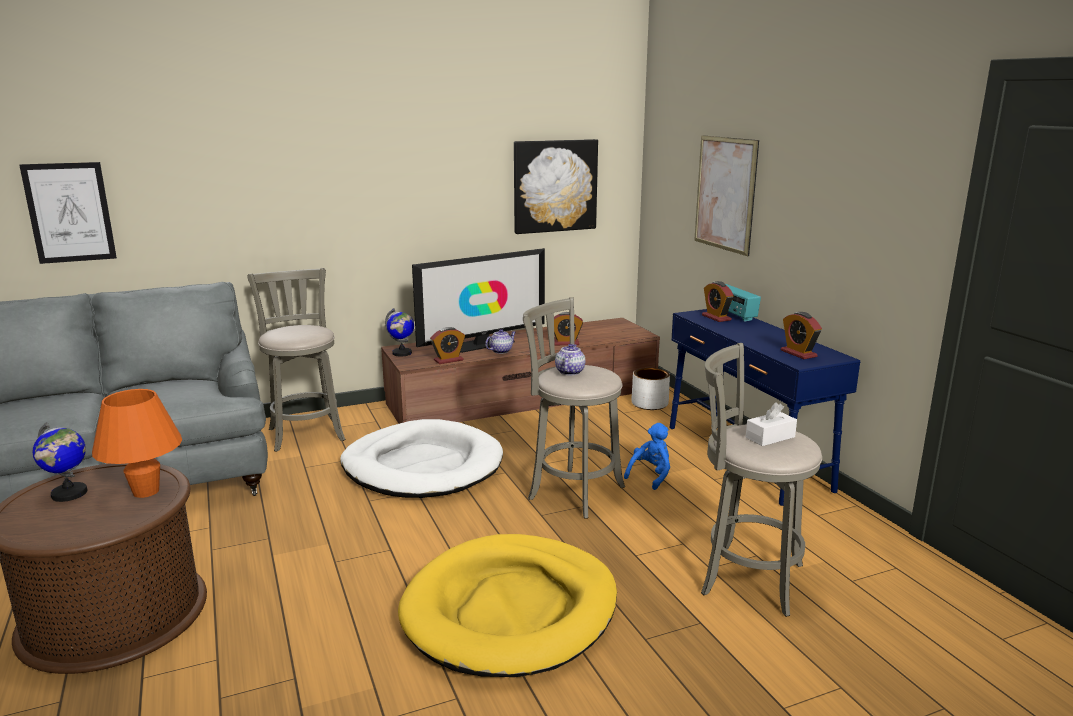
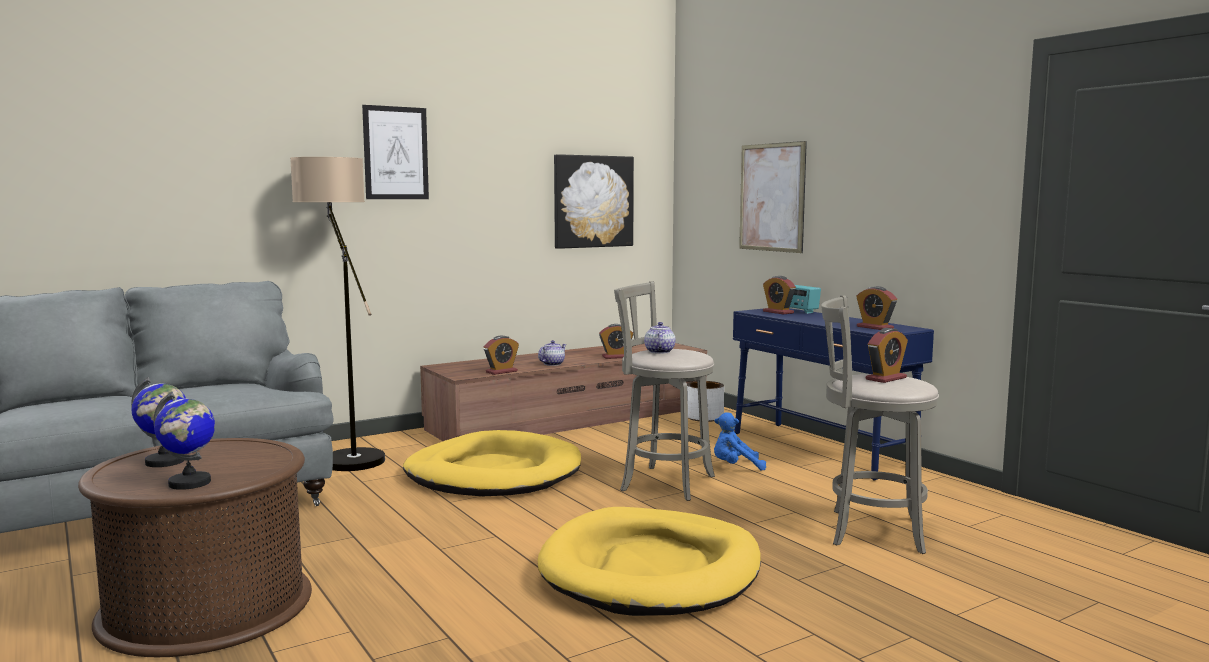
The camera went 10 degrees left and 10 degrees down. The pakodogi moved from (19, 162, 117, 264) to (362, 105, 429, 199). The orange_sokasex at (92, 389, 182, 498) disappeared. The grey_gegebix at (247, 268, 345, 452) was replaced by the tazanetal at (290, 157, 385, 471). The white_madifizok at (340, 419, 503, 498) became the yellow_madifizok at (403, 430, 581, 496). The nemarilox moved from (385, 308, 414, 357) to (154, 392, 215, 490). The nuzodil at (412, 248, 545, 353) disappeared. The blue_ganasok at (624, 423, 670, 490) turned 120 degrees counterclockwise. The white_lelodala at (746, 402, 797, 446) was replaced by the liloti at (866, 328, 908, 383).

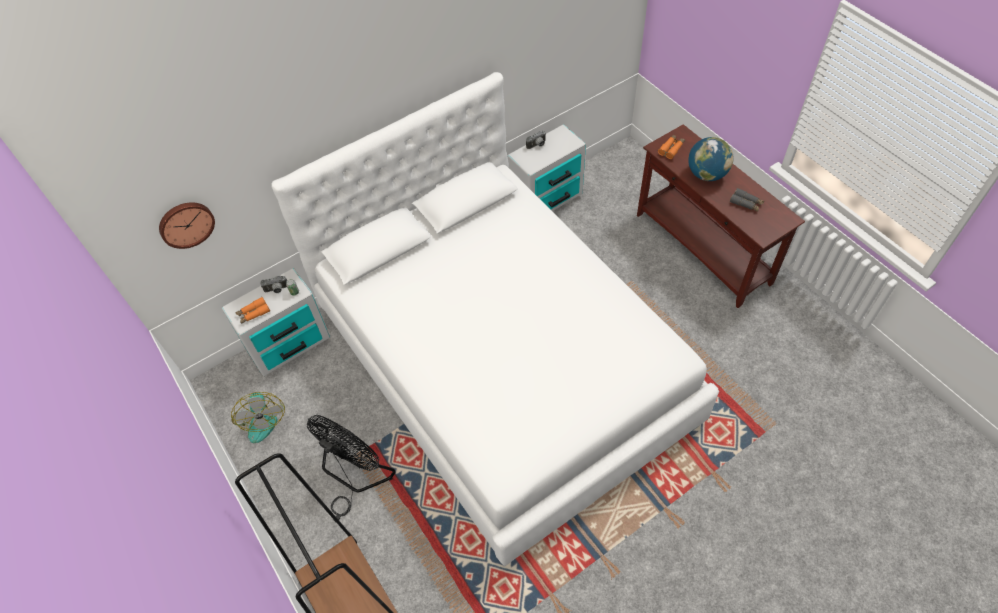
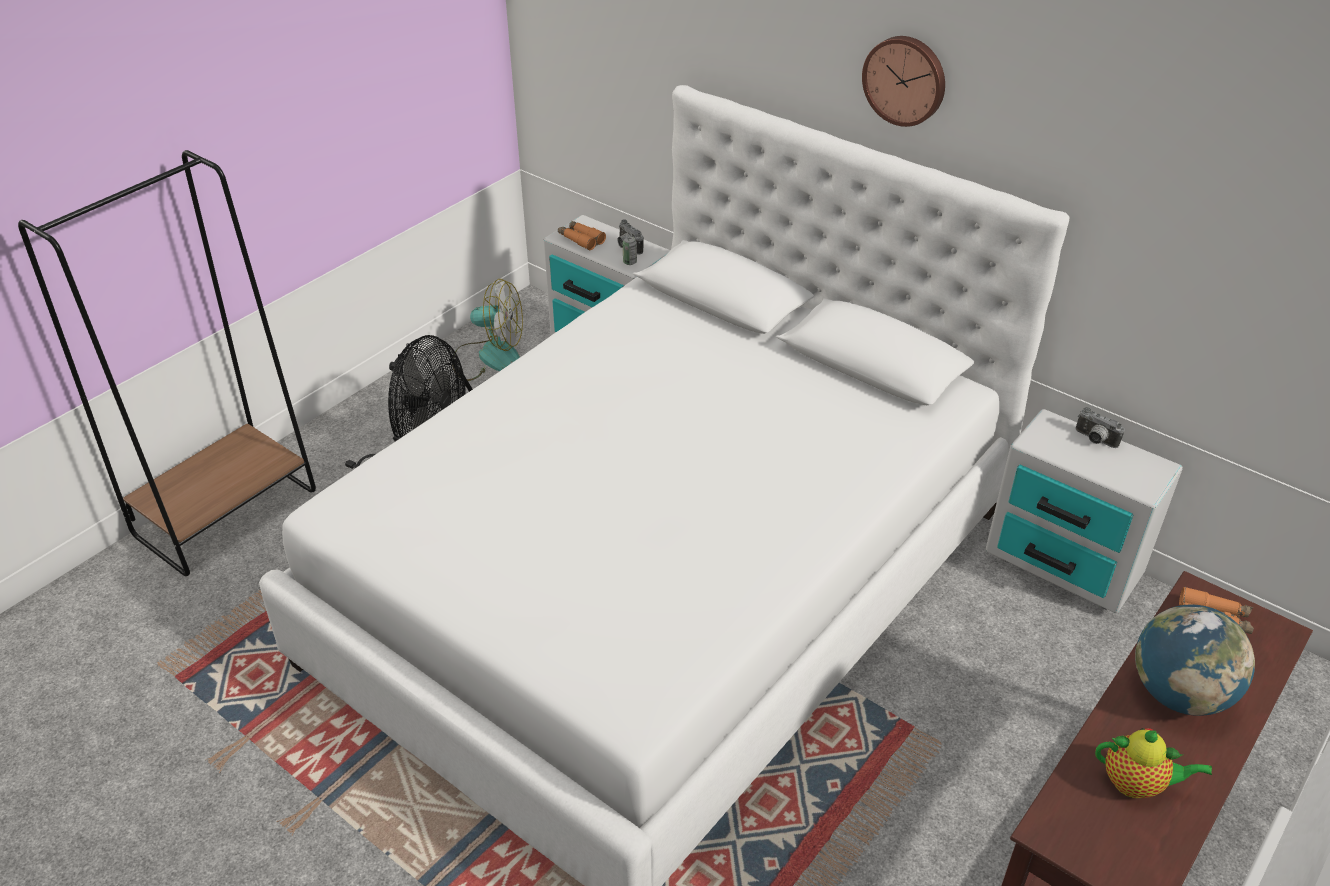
The camera went 70 degrees right and 15 degrees down. The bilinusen moved from (159, 202, 215, 249) to (862, 36, 945, 127). The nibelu at (231, 392, 285, 443) turned 135 degrees counterclockwise. The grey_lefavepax at (730, 188, 764, 212) was replaced by the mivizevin at (1095, 728, 1212, 799).

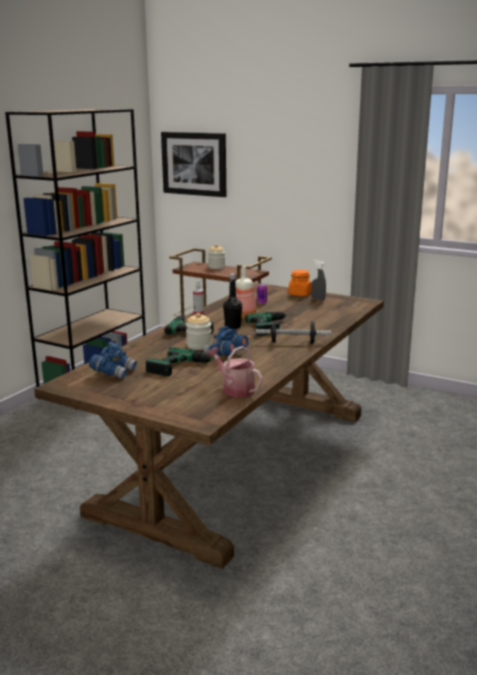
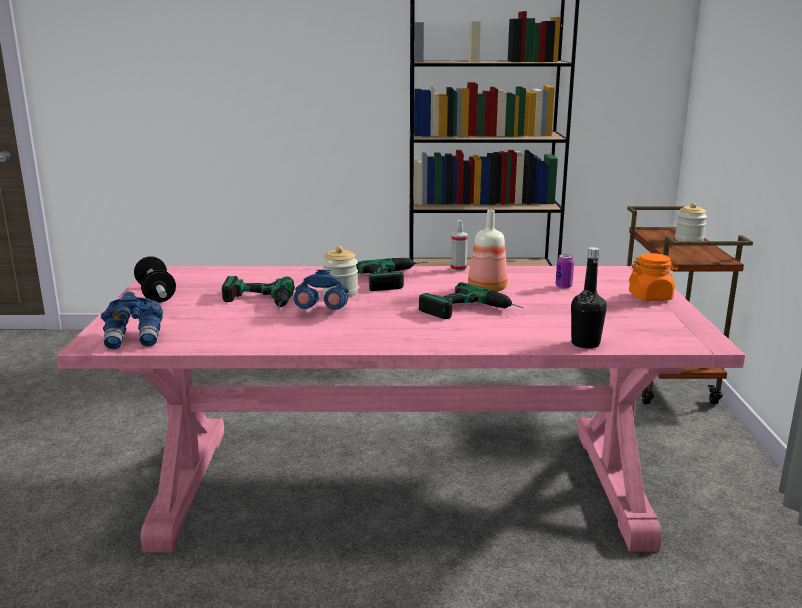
The camera went 60 degrees right and 0 degrees up. The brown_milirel at (34, 283, 384, 569) became the pink_milirel at (57, 266, 745, 552). The blue_lefavepax moved from (89, 342, 137, 379) to (101, 292, 163, 349). The pakodogi at (161, 132, 226, 197) disappeared. The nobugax at (207, 346, 263, 398) disappeared. The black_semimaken moved from (223, 273, 242, 329) to (571, 247, 607, 349). The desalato moved from (256, 320, 331, 344) to (134, 256, 176, 303). The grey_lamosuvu at (311, 260, 326, 301) disappeared.

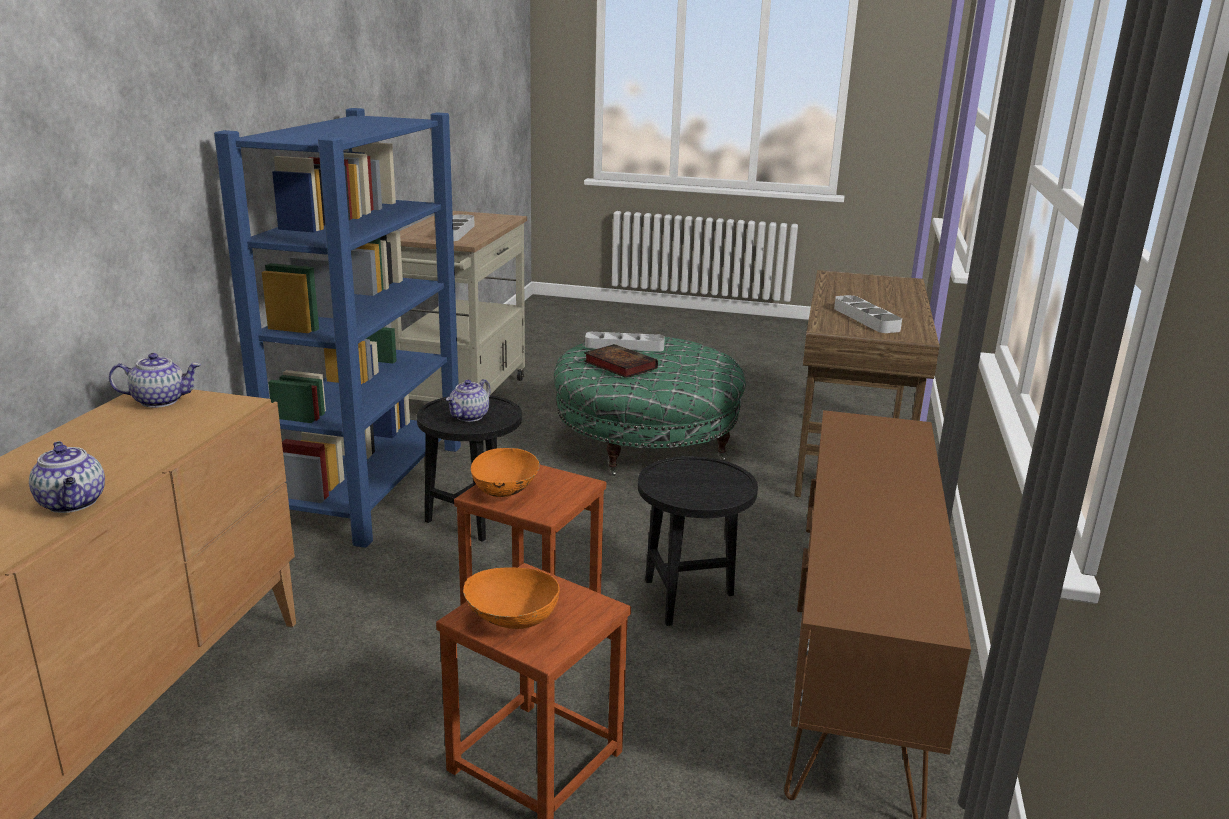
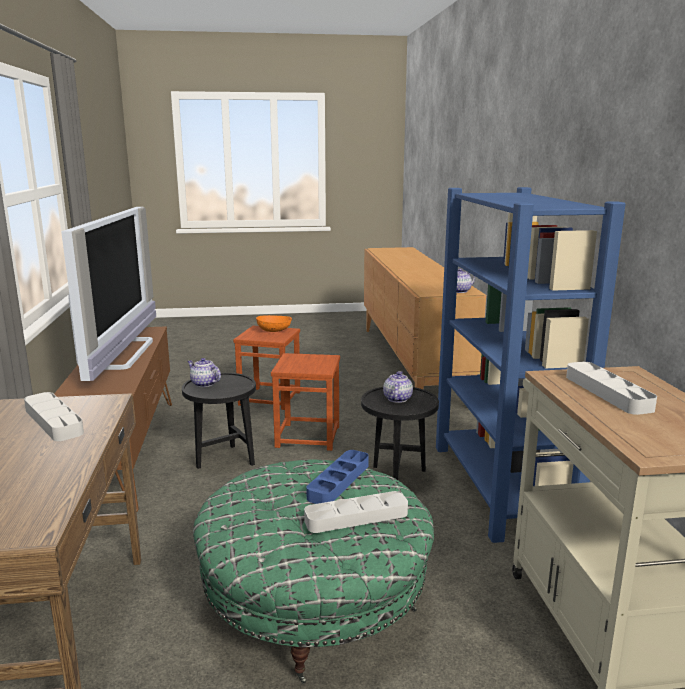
The camera went 160 degrees right and 5 degrees down. The mivizevin moved from (29, 441, 105, 513) to (187, 358, 221, 387). The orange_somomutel at (471, 448, 540, 497) disappeared. The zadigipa at (584, 344, 658, 378) was replaced by the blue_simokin at (306, 450, 369, 504). The nuzodil at (61, 207, 156, 381) appeared.

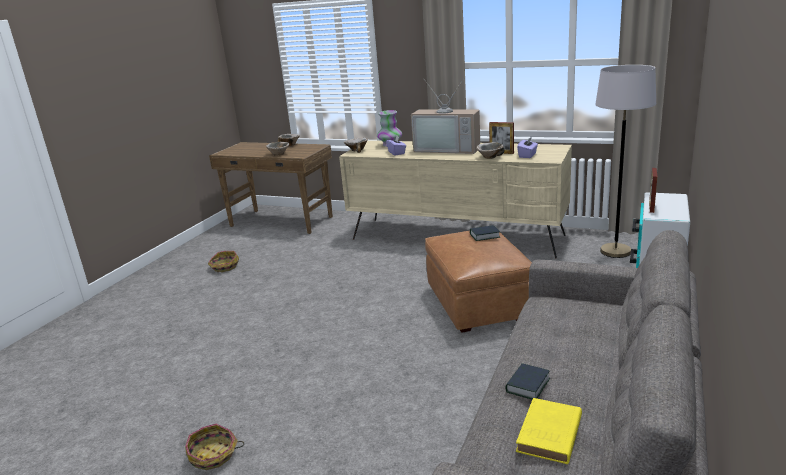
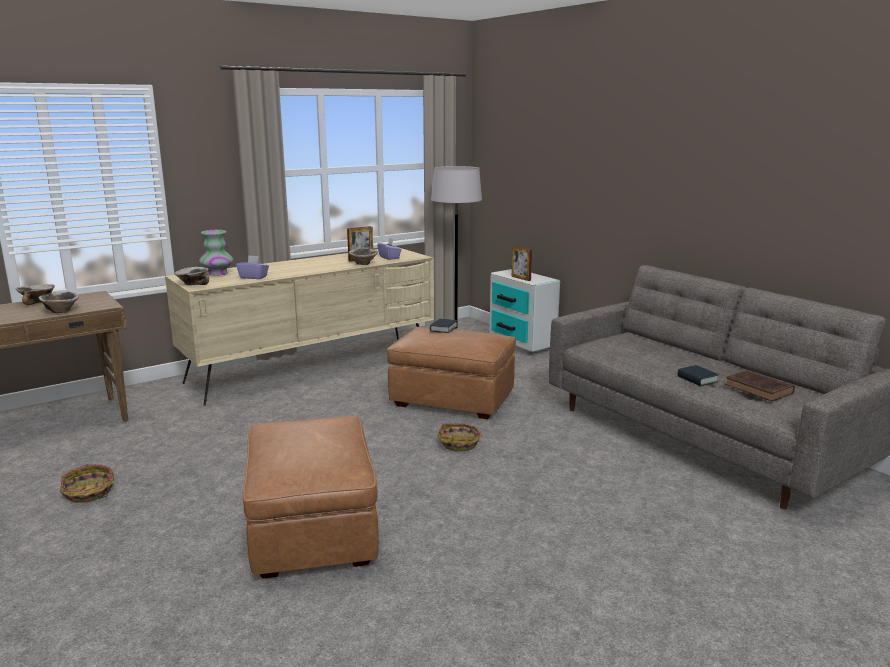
The camera went 60 degrees left and 5 degrees down. The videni moved from (185, 423, 244, 470) to (438, 423, 482, 451). The nuzodil at (411, 80, 480, 154) disappeared. The yellow_zadigipa at (516, 398, 582, 464) became the brown_zadigipa at (725, 370, 795, 401). The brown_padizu at (243, 416, 379, 579) appeared.

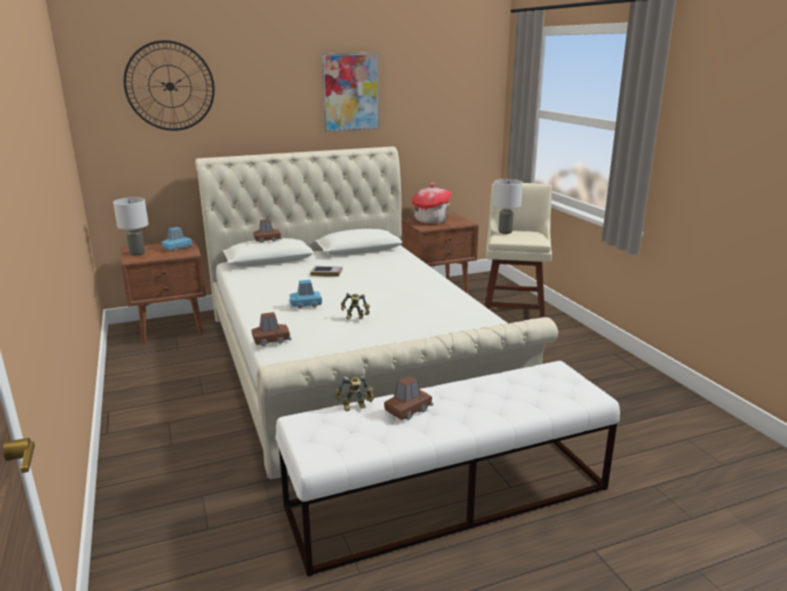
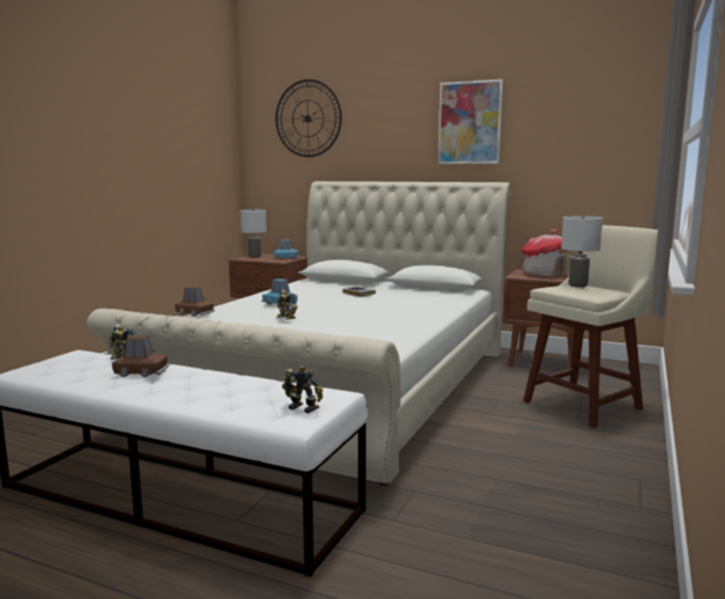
The camera went 45 degrees right and 10 degrees down. The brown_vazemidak at (253, 219, 282, 243) disappeared. The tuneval at (282, 366, 323, 413) appeared.

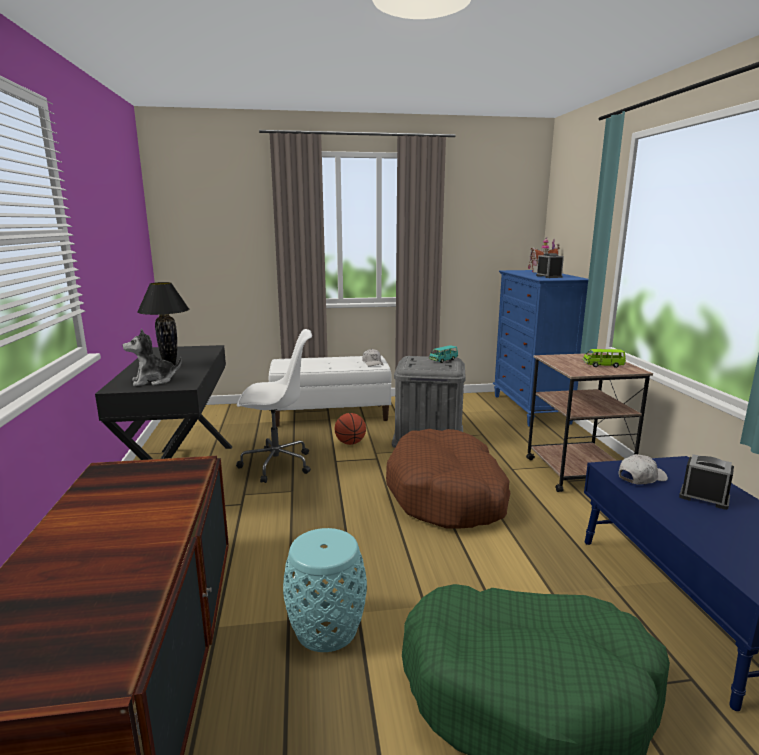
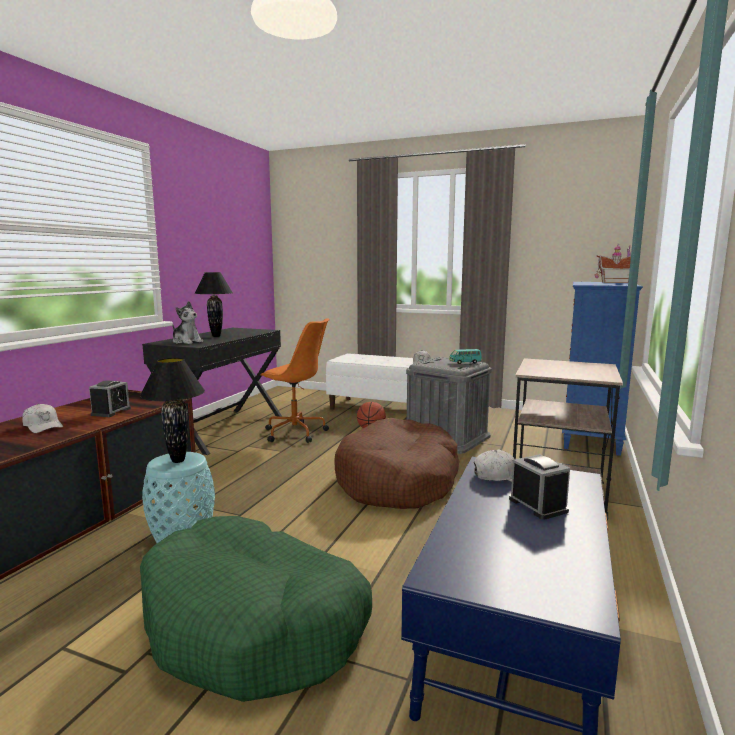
The camera went 30 degrees right and 5 degrees down. The ganasok at (123, 329, 182, 386) turned 150 degrees counterclockwise. The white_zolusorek at (236, 329, 312, 483) became the orange_zolusorek at (261, 318, 330, 443). The liloti moved from (536, 253, 564, 278) to (89, 380, 131, 417). The green_vazemidak at (583, 349, 626, 368) disappeared. The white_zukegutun at (22, 404, 63, 433) appeared. The black_sokasex at (140, 358, 205, 463) appeared.

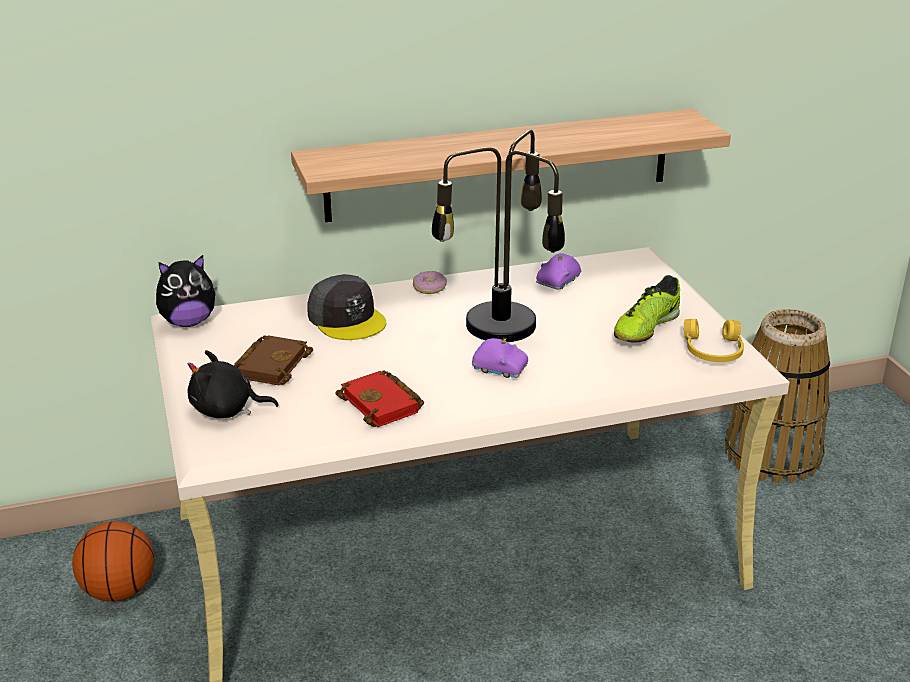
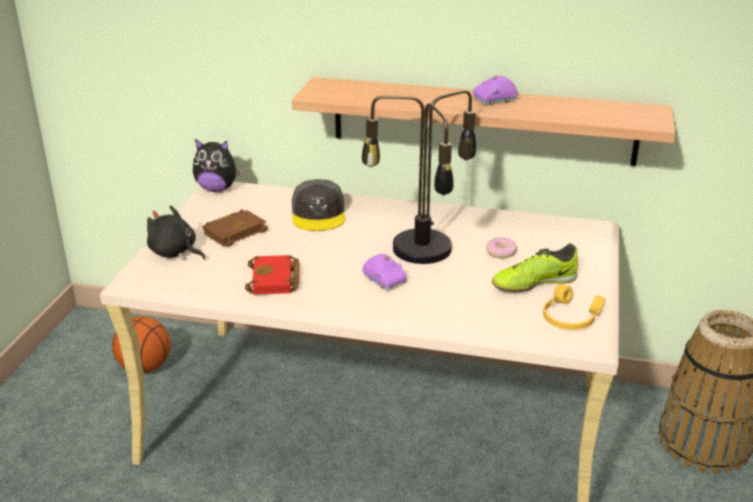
The camera went 30 degrees right and 0 degrees up. The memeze moved from (413, 271, 447, 294) to (486, 237, 517, 258). The purple_vazemidak moved from (536, 253, 581, 290) to (473, 74, 518, 105).

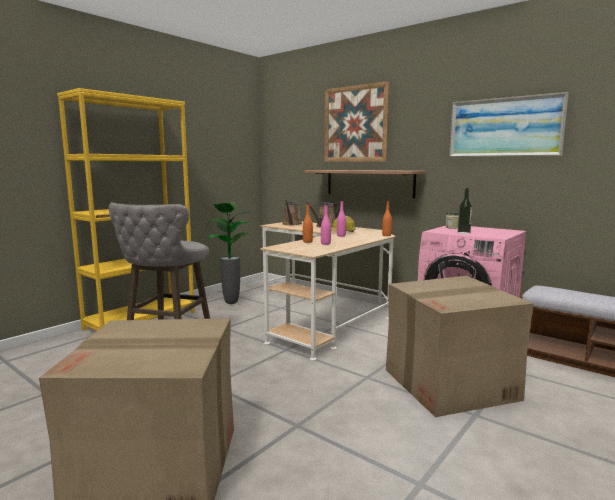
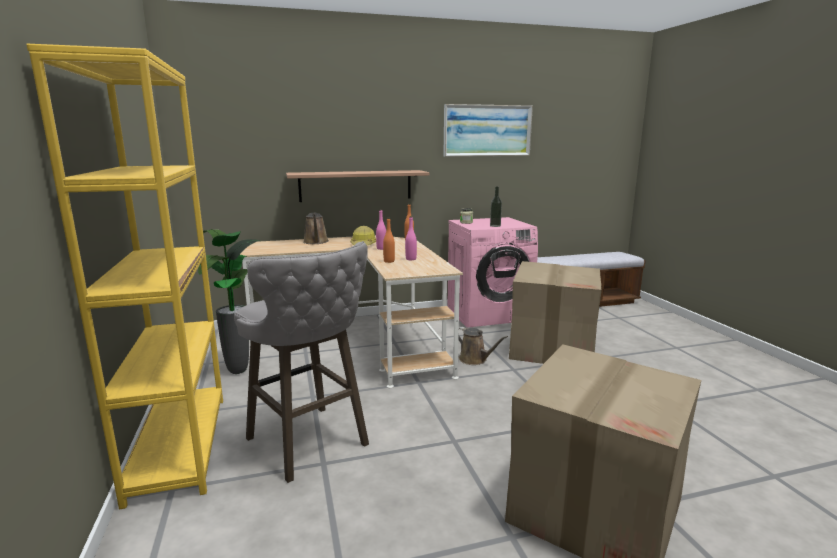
The camera went 55 degrees left and 5 degrees up. The brown_nobugax moved from (282, 200, 302, 225) to (458, 327, 508, 365). The pakodogi at (325, 81, 390, 162) disappeared.

